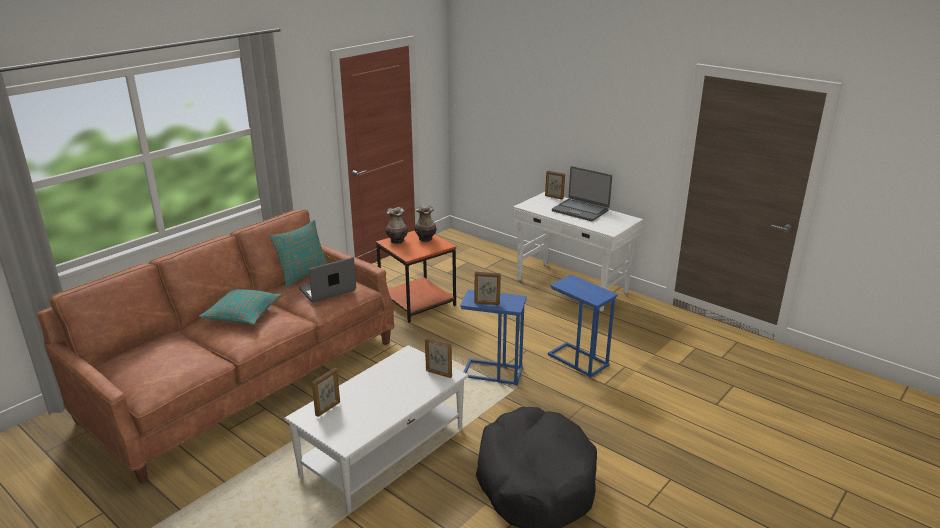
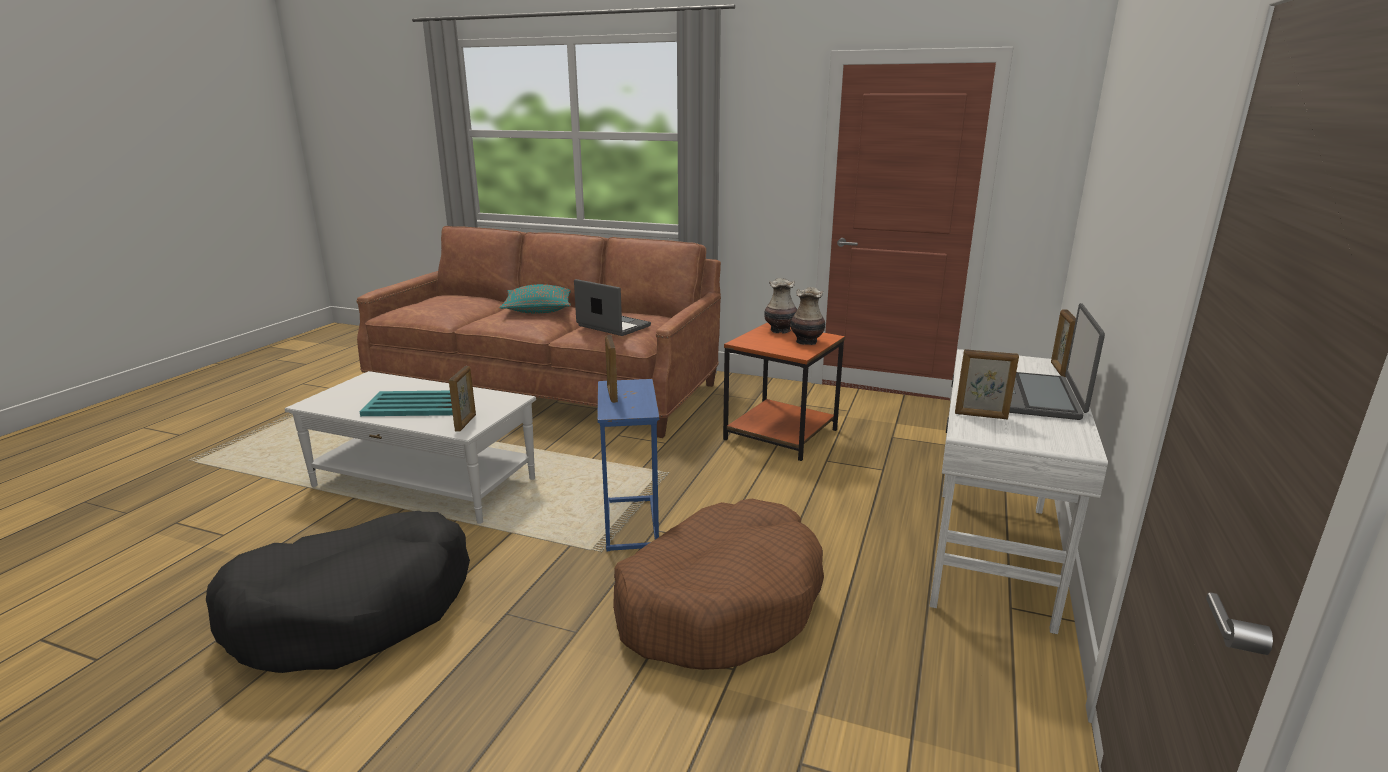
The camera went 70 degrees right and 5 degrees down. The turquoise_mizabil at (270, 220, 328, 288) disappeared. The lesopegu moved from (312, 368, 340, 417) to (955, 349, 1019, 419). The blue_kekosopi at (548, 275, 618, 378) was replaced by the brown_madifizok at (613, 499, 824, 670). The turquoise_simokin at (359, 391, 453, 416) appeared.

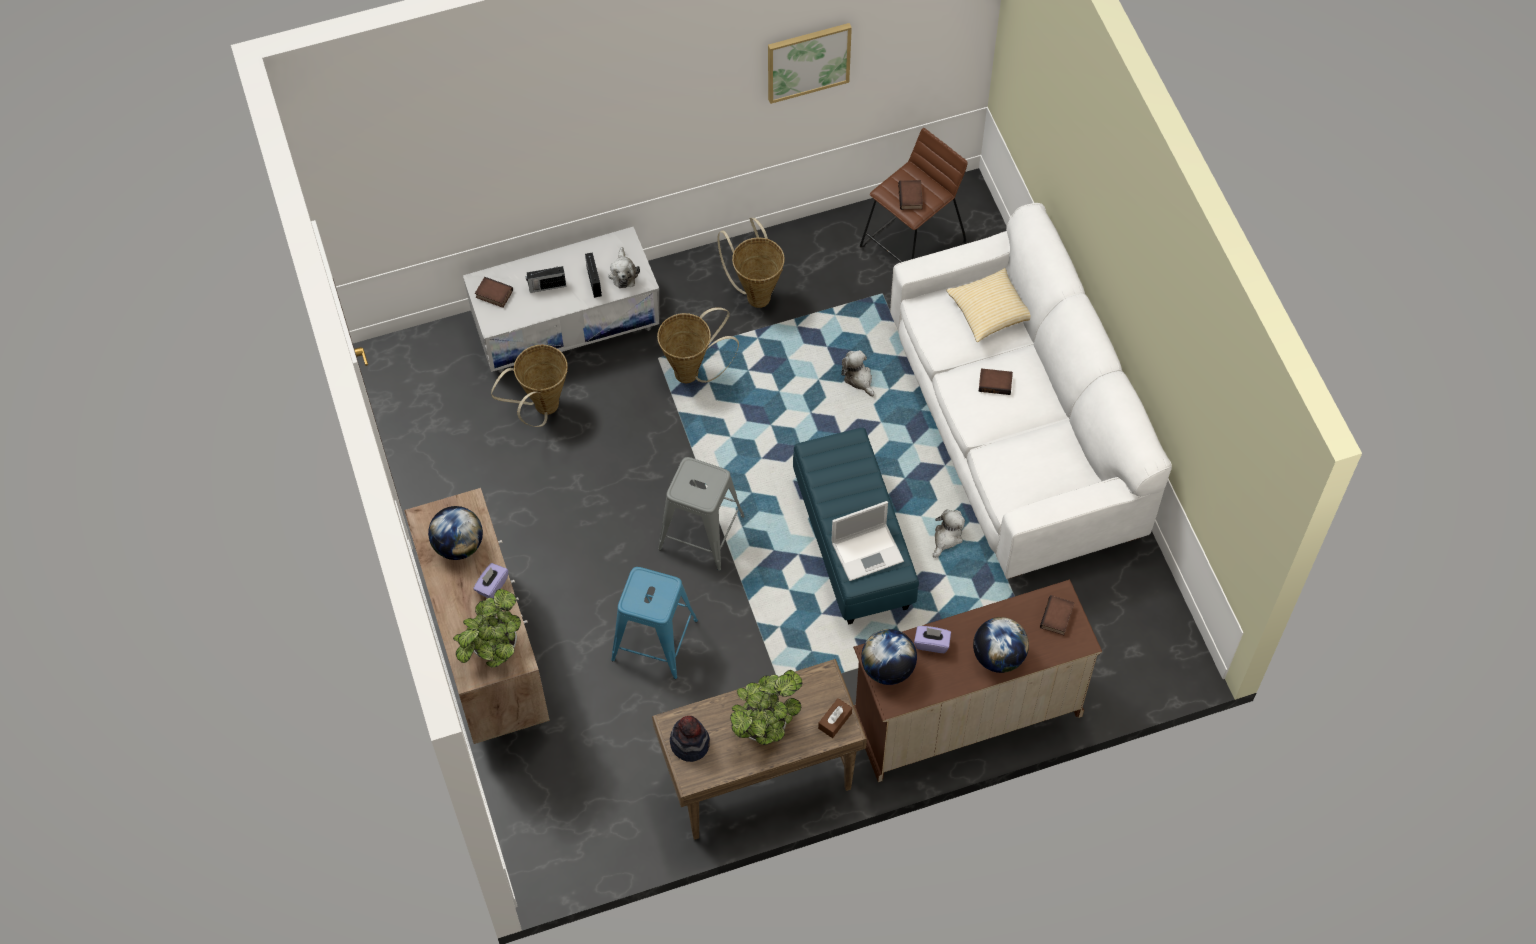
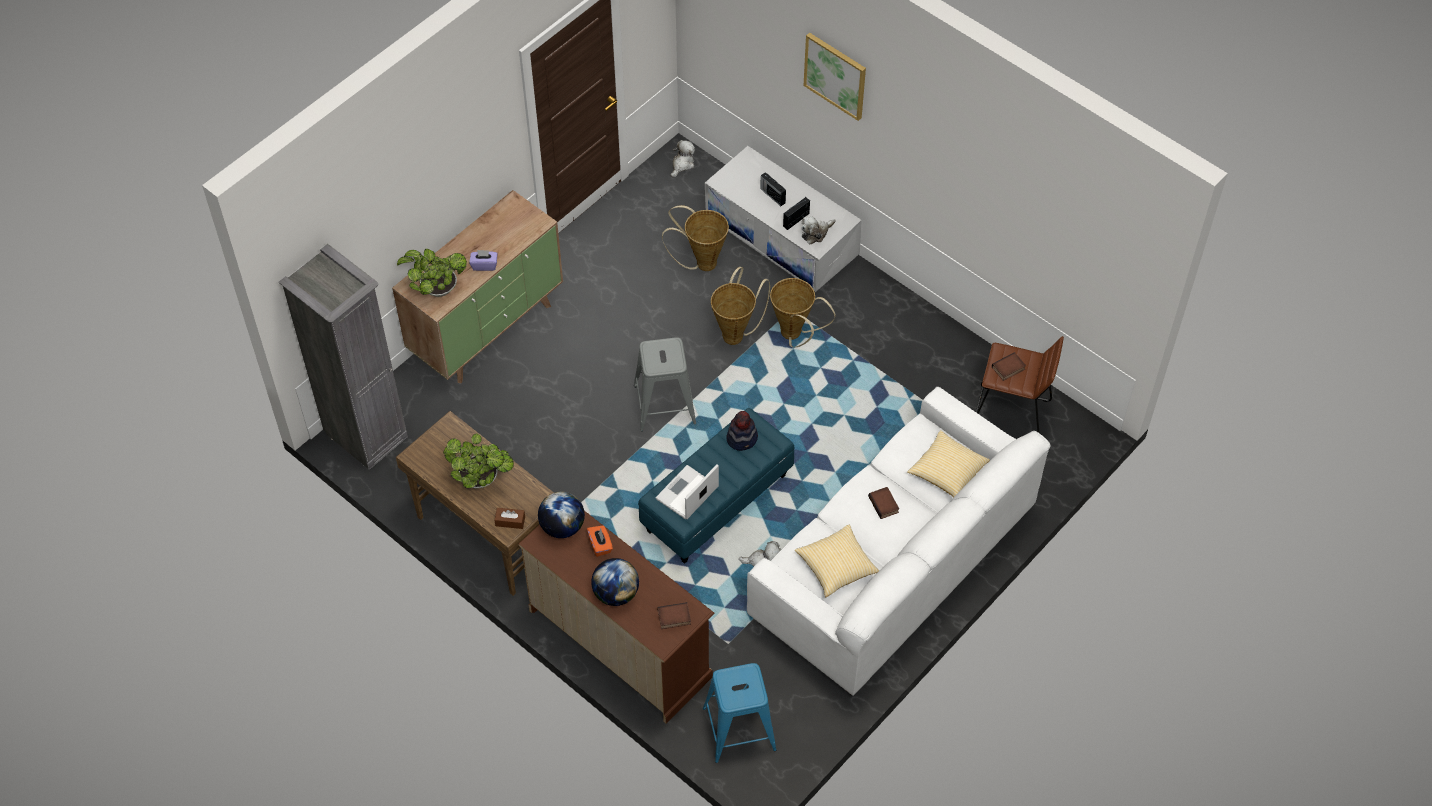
The camera went 60 degrees right and 5 degrees down. The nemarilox at (428, 506, 483, 560) disappeared. The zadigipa at (475, 277, 513, 308) disappeared. The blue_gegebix moved from (611, 567, 698, 679) to (703, 663, 777, 763). The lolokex moved from (670, 716, 710, 762) to (727, 411, 758, 451). The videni moved from (717, 218, 785, 308) to (711, 267, 770, 345). The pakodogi moved from (768, 23, 852, 104) to (804, 33, 866, 121). The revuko at (831, 501, 904, 581) turned 90 degrees clockwise. The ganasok moved from (841, 350, 874, 397) to (671, 140, 695, 178). The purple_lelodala at (914, 626, 951, 653) became the orange_lelodala at (587, 525, 613, 557). The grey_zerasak at (278, 244, 408, 469) appeared. The mizabil at (795, 524, 879, 598) appeared.

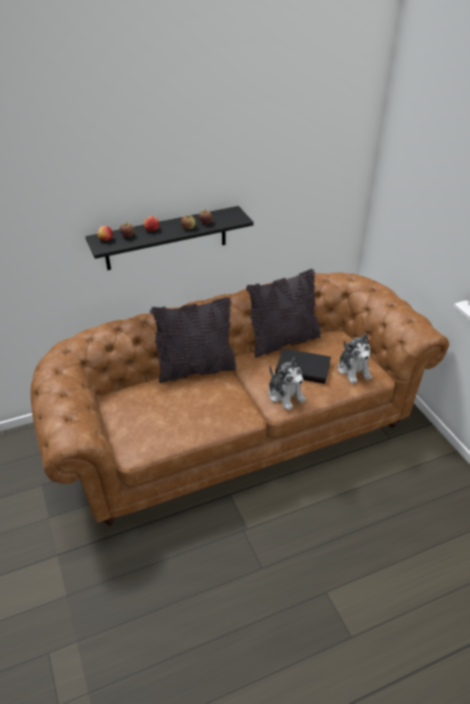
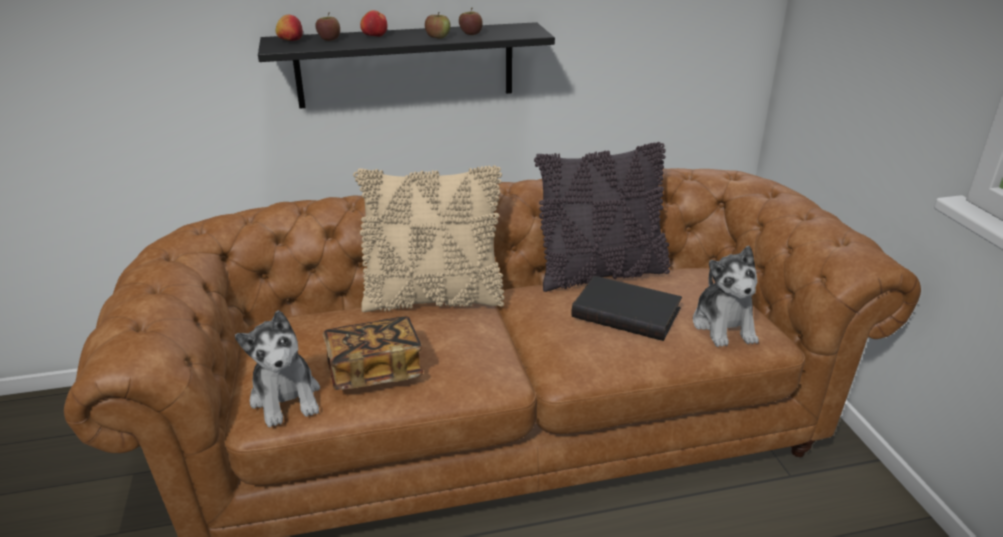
The camera went 10 degrees right and 10 degrees down. The black_mizabil at (150, 297, 236, 383) became the beige_mizabil at (353, 165, 505, 312). The ganasok moved from (269, 357, 306, 410) to (235, 310, 320, 427). The zadigipa at (323, 316, 423, 390) appeared.

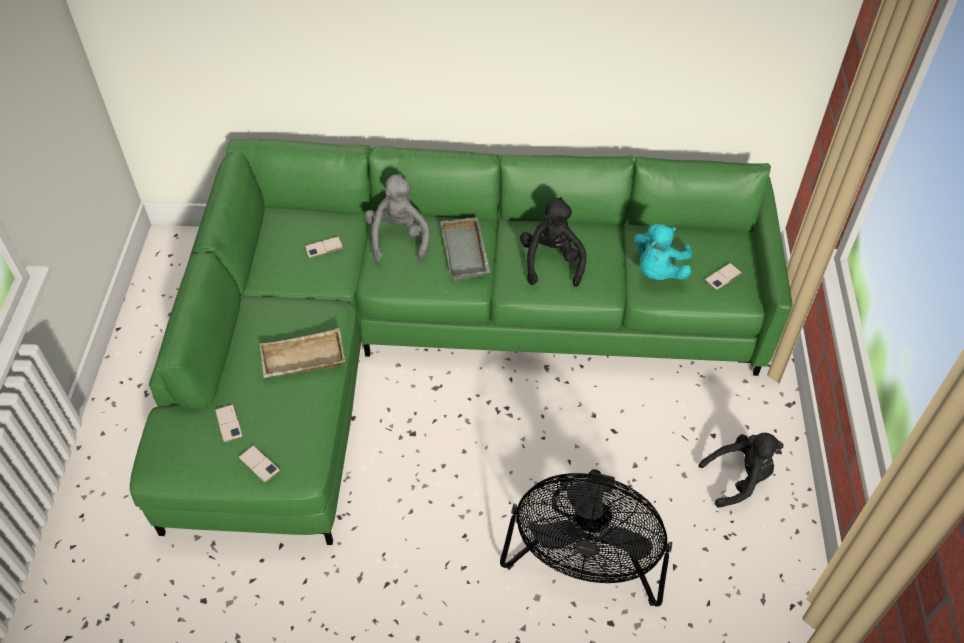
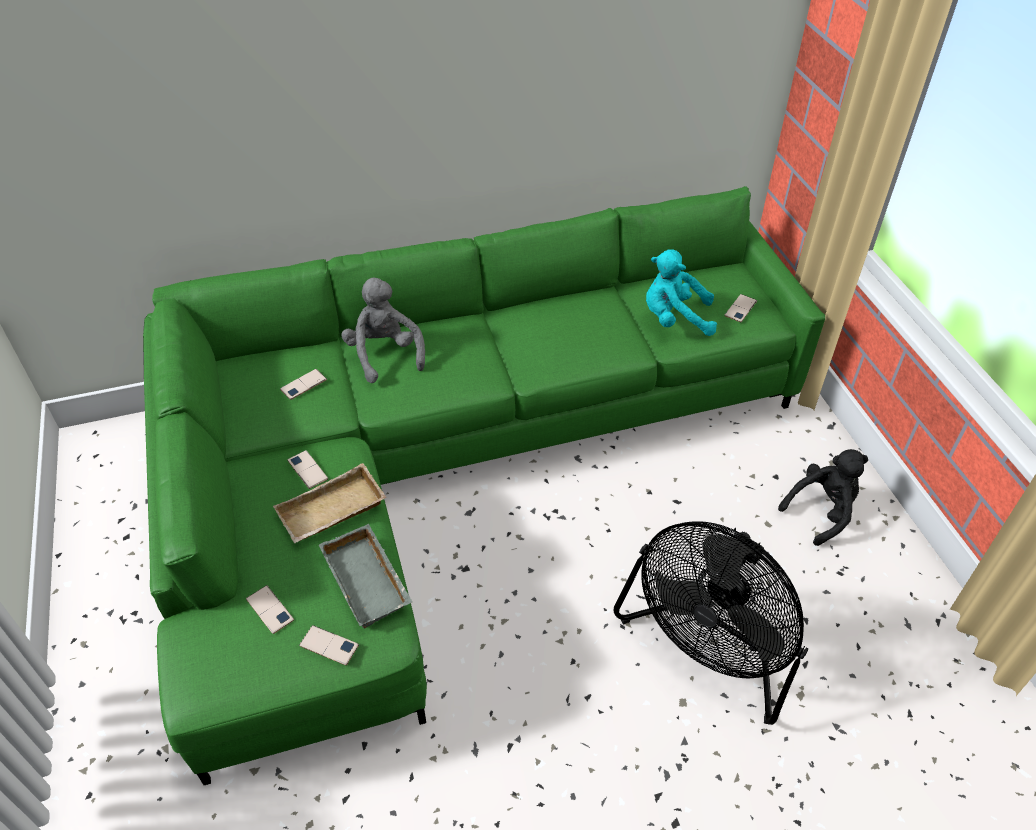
The camera went 20 degrees left and 5 degrees down. The grey_simokin moved from (440, 217, 491, 281) to (319, 524, 413, 629). The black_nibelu at (500, 469, 672, 607) turned 45 degrees clockwise. The black_ganasok at (520, 197, 586, 287) disappeared. The turquoise_ganasok at (634, 224, 692, 280) turned 90 degrees clockwise. The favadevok at (287, 450, 328, 489) appeared.

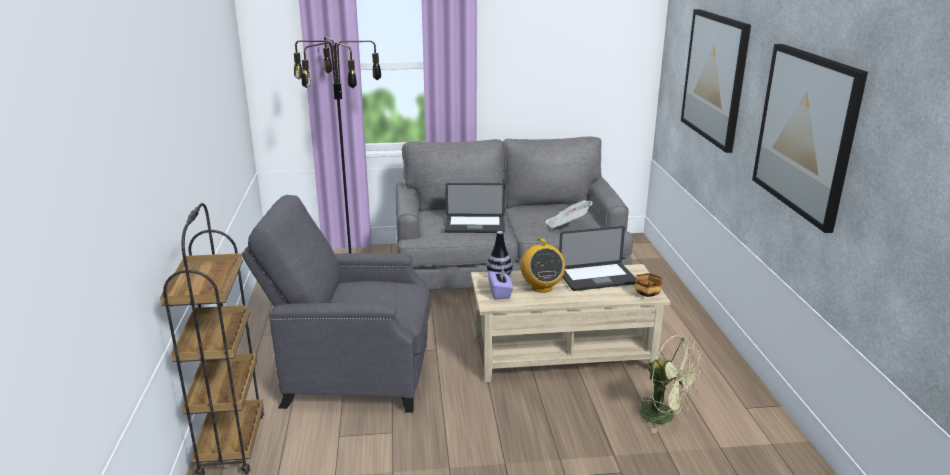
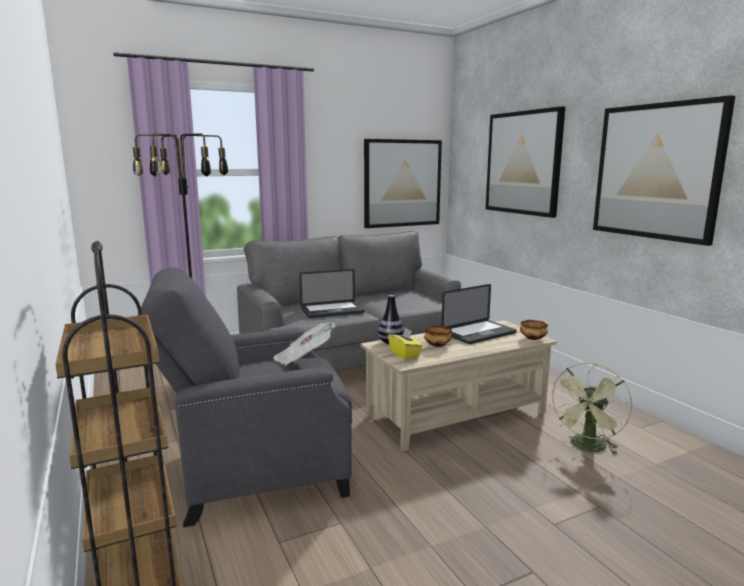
The camera went 20 degrees left and 10 degrees down. The purple_lelodala at (488, 269, 513, 300) became the yellow_lelodala at (388, 327, 423, 360). The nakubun at (521, 238, 565, 293) was replaced by the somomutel at (424, 326, 452, 347). The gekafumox moved from (545, 200, 593, 229) to (273, 322, 335, 365). The green_nibelu at (636, 335, 702, 434) turned 105 degrees clockwise. The pakodogi at (364, 139, 442, 228) appeared.

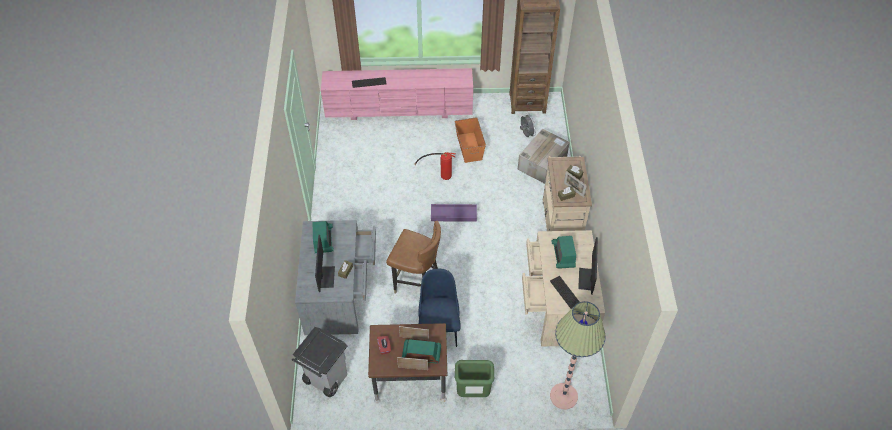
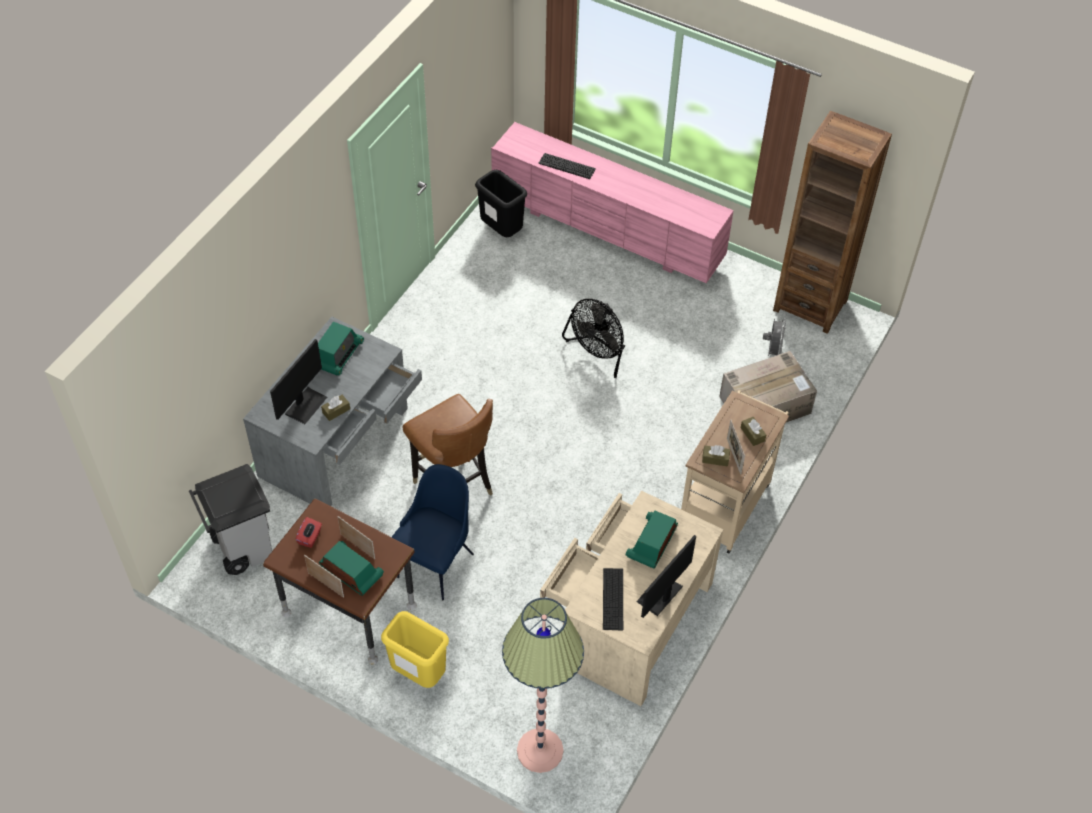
The camera went 30 degrees right and 0 degrees up. The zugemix at (414, 152, 456, 180) was replaced by the black_nibelu at (562, 299, 625, 378). The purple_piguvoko at (431, 204, 477, 222) disappeared. The orange_piguvoko at (454, 117, 486, 163) disappeared. The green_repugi at (455, 360, 494, 397) became the yellow_repugi at (381, 611, 449, 688). The black_repugi at (475, 170, 527, 237) appeared.

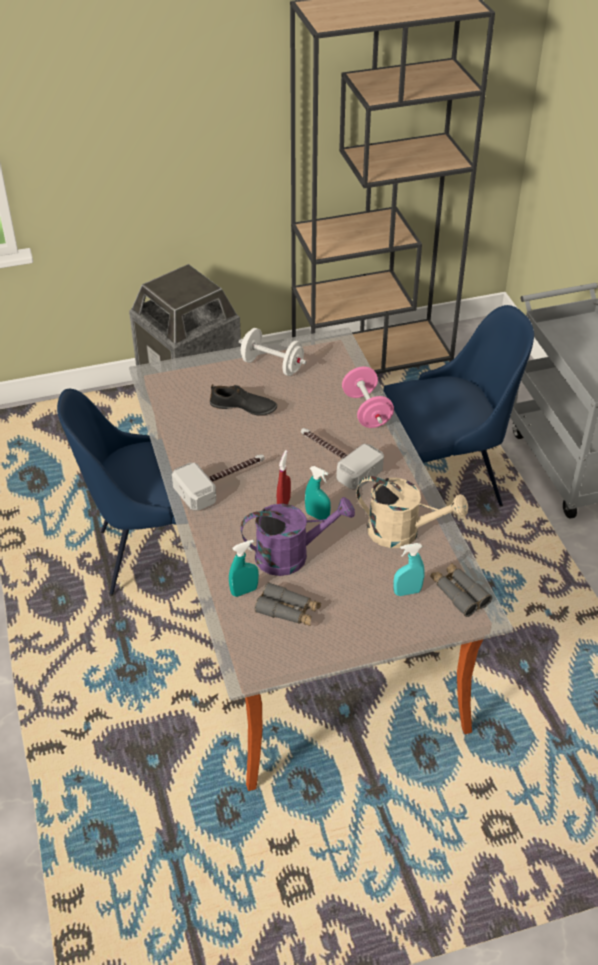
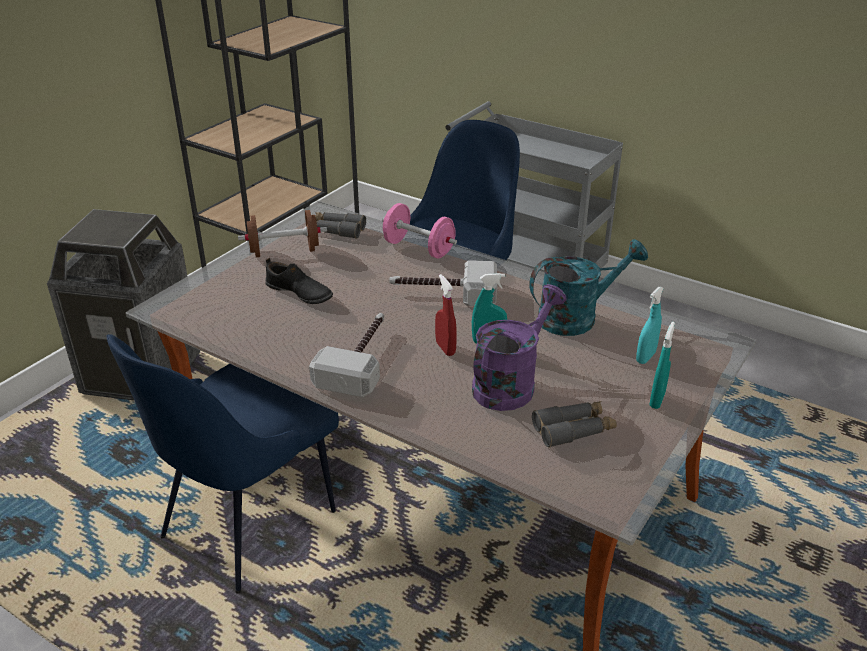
The camera went 40 degrees left and 10 degrees down. The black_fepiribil at (210, 384, 277, 416) turned 60 degrees clockwise. The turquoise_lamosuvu moved from (229, 540, 259, 597) to (649, 322, 675, 409). The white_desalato at (239, 328, 307, 376) became the brown_desalato at (238, 210, 327, 258). The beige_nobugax at (356, 476, 468, 548) became the turquoise_nobugax at (529, 239, 648, 336). The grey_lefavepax moved from (430, 562, 492, 617) to (315, 212, 366, 239).

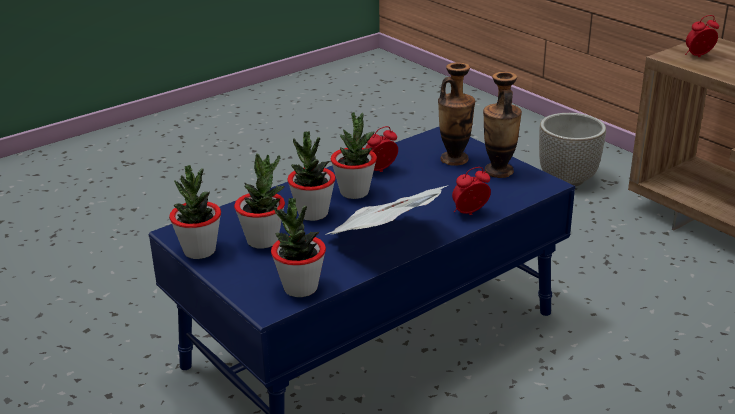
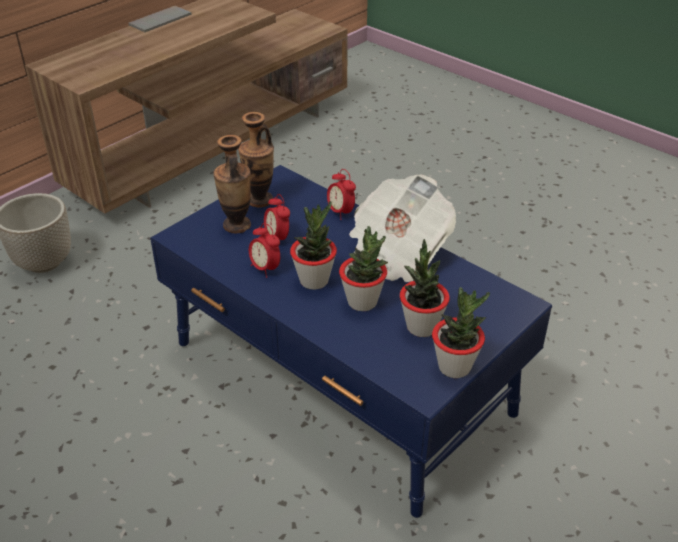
The camera went 100 degrees left and 10 degrees up. The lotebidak at (271, 198, 326, 297) disappeared. The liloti moved from (685, 15, 719, 57) to (264, 194, 290, 240).

